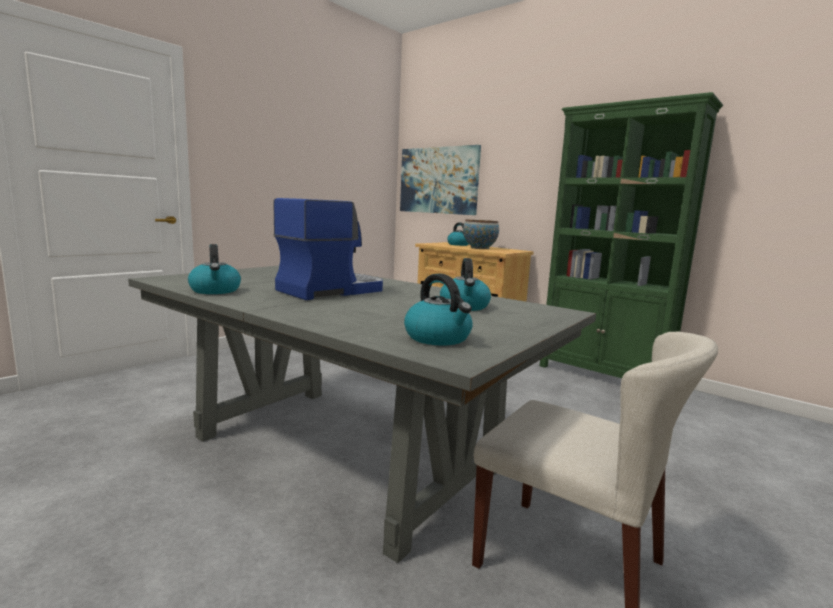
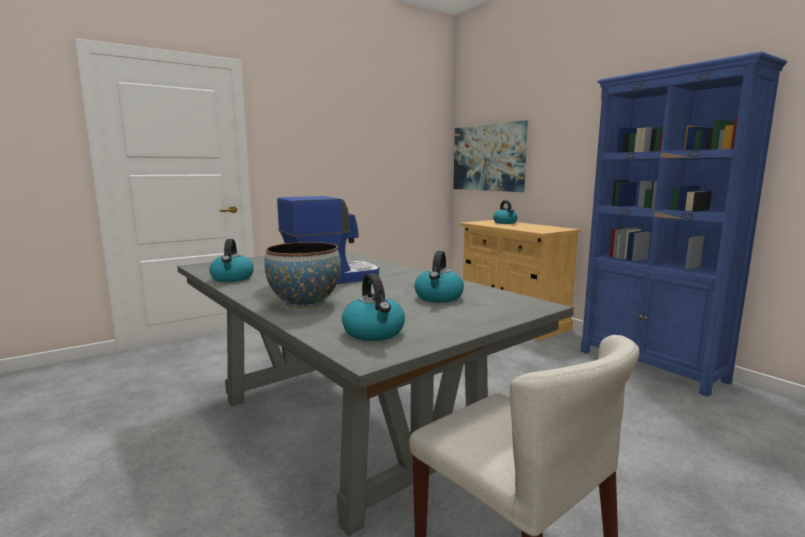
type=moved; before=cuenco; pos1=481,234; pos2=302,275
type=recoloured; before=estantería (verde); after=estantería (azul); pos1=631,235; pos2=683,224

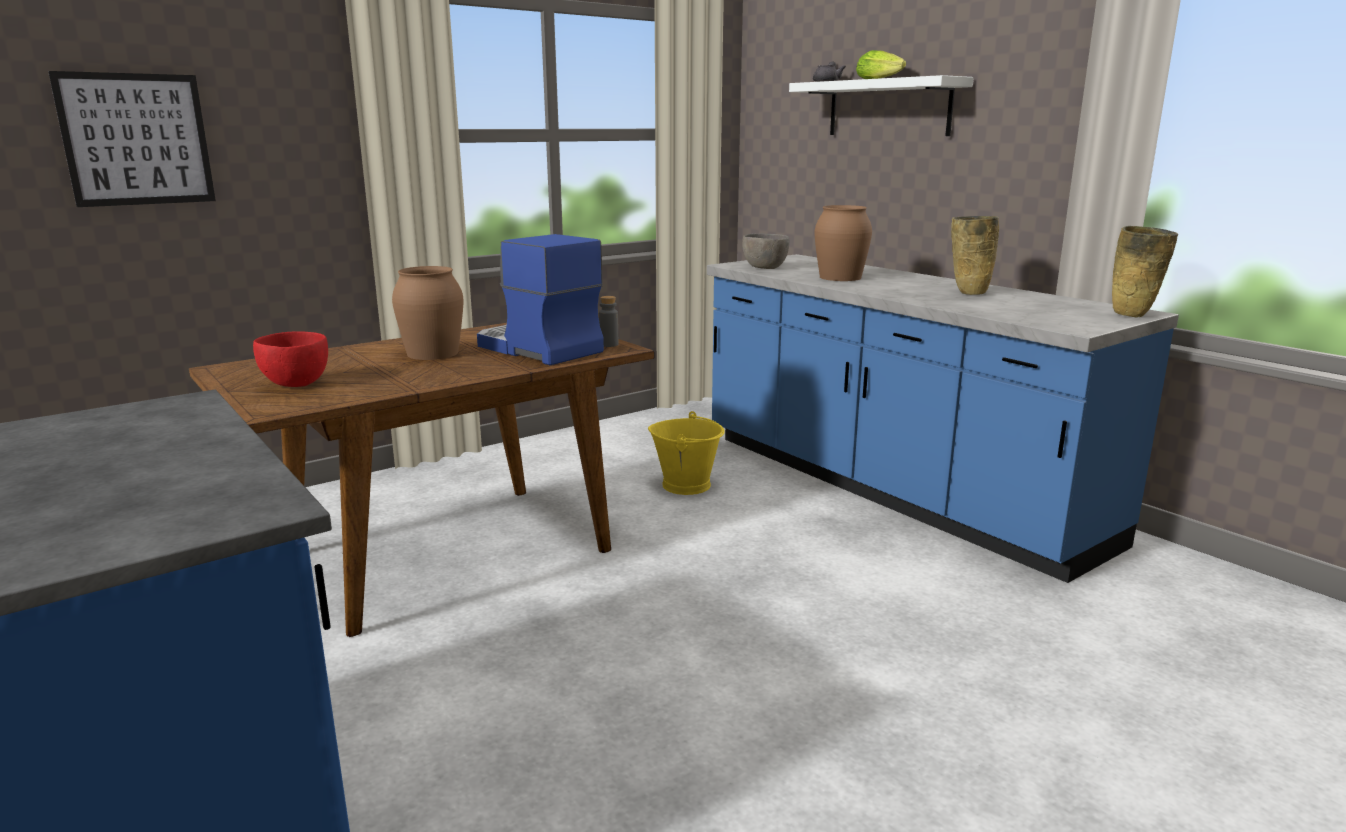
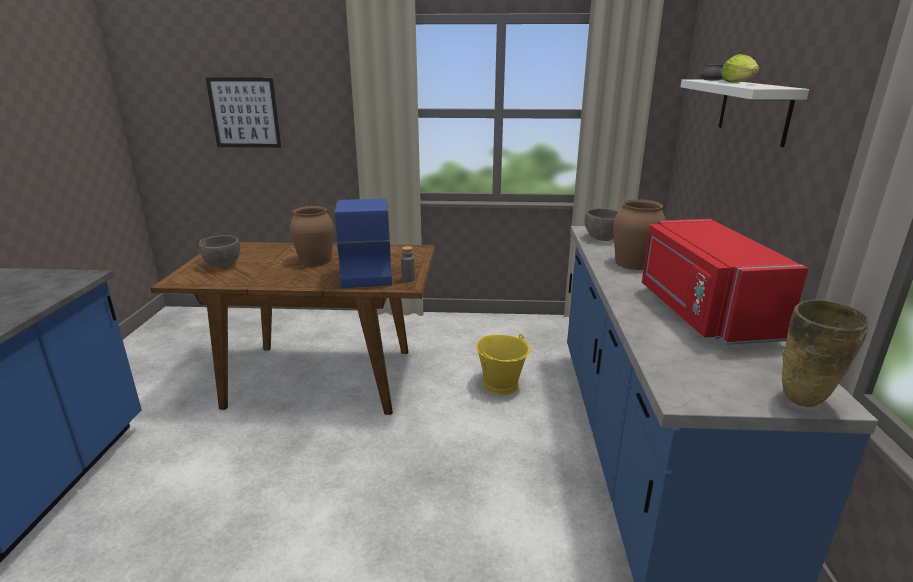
type=recoloured; before=cuenco (rojo); after=cuenco (gris); pos1=290,359; pos2=219,251
type=replaced; before=florero (beis); after=microondas (rojo); pos1=975,255; pos2=725,282

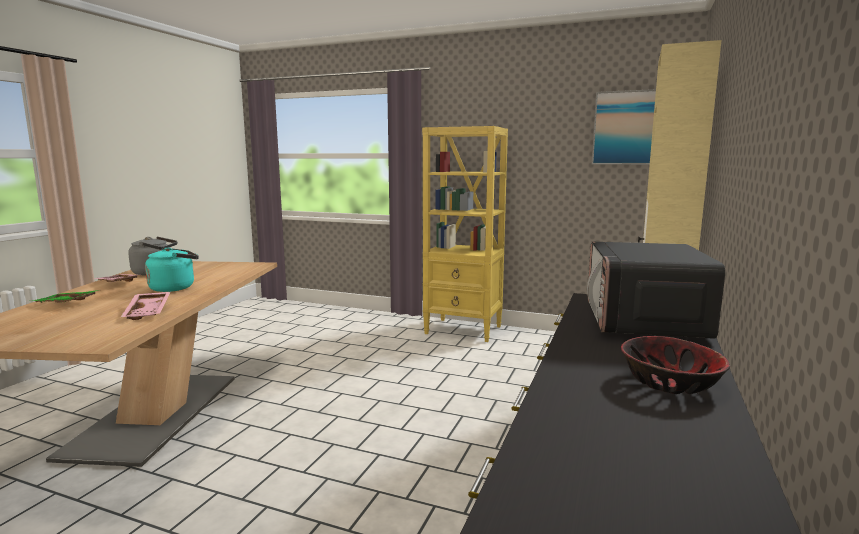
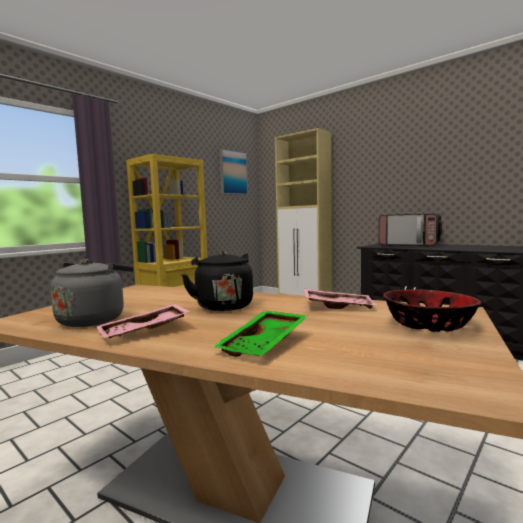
type=recoloured; before=hervidor (turquesa); after=hervidor (negro); pos1=172,270; pos2=217,281
type=moved; before=cuenco; pos1=675,365; pos2=432,310

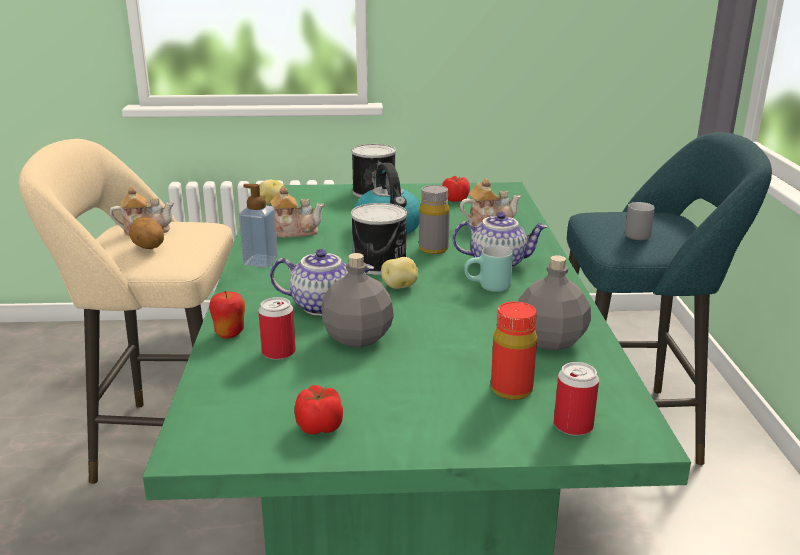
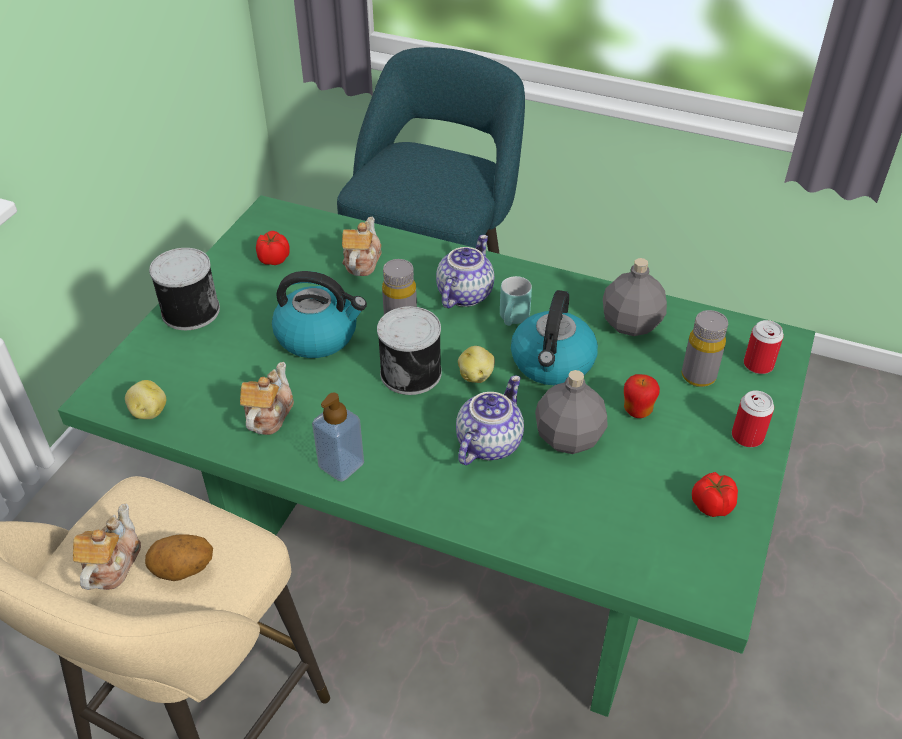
type=moved; before=manzana; pos1=227,315; pos2=642,396
type=moved; before=lata; pos1=277,328; pos2=753,418
type=recoloured; before=botella (rojo); after=botella (gris); pos1=514,351; pos2=705,348
type=removed; before=taza grande (gris); pos1=640,221
type=added; after=hervidor; pos2=554,337

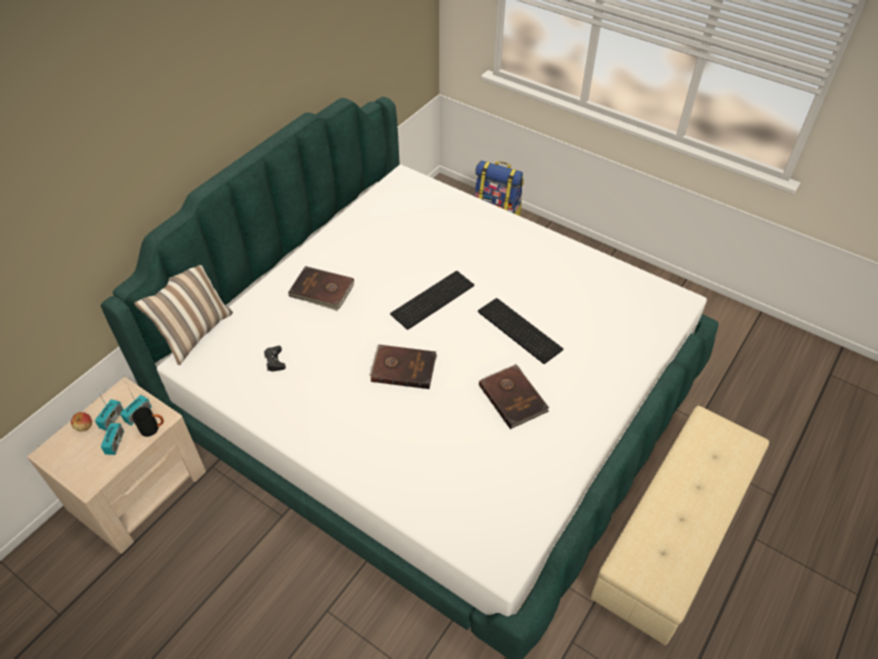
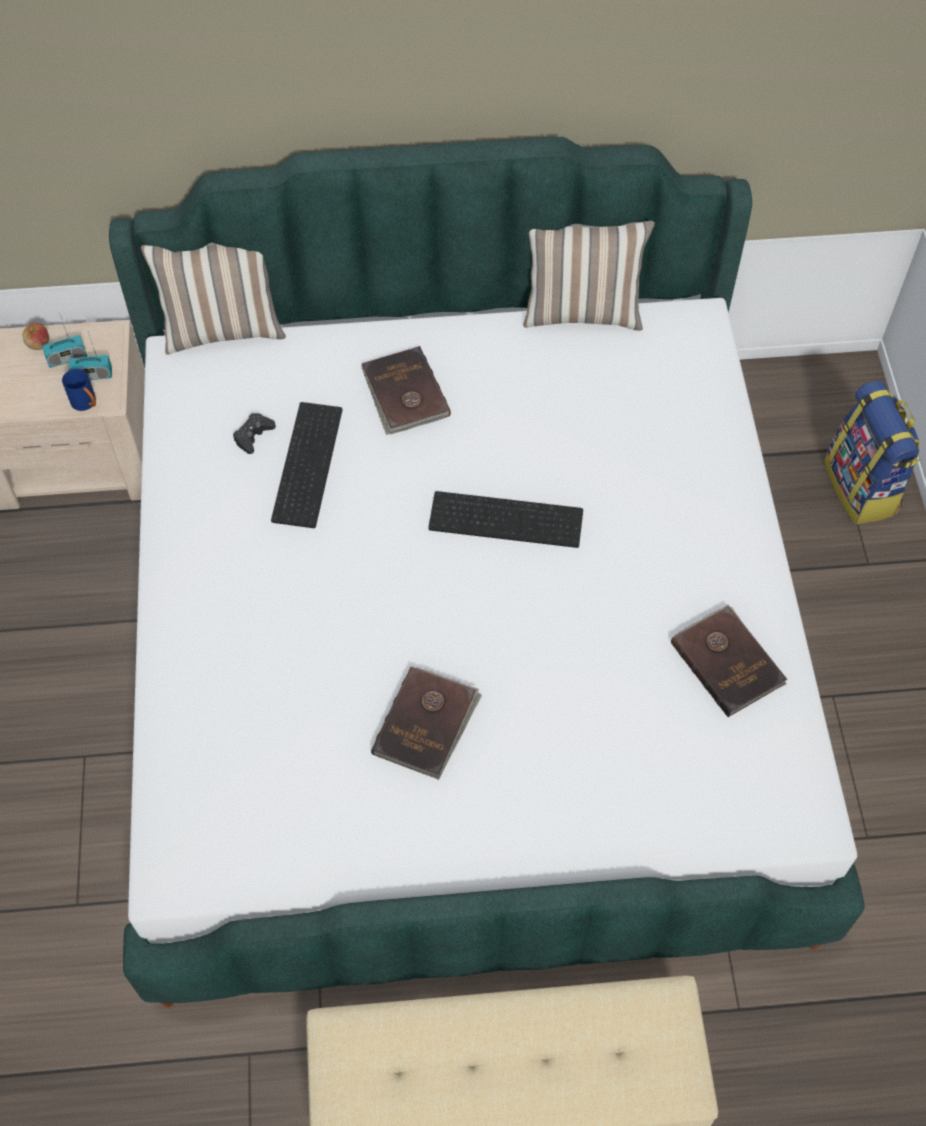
type=removed; before=radio; pos1=111,436
type=recoloured; before=taza grande (negro); after=taza grande (azul); pos1=148,422; pos2=79,390
type=moved; before=libro (marrón); pos1=403,366; pos2=729,660
type=moved; before=teclado; pos1=520,331; pos2=306,465
type=added; after=cojín; pos2=589,276

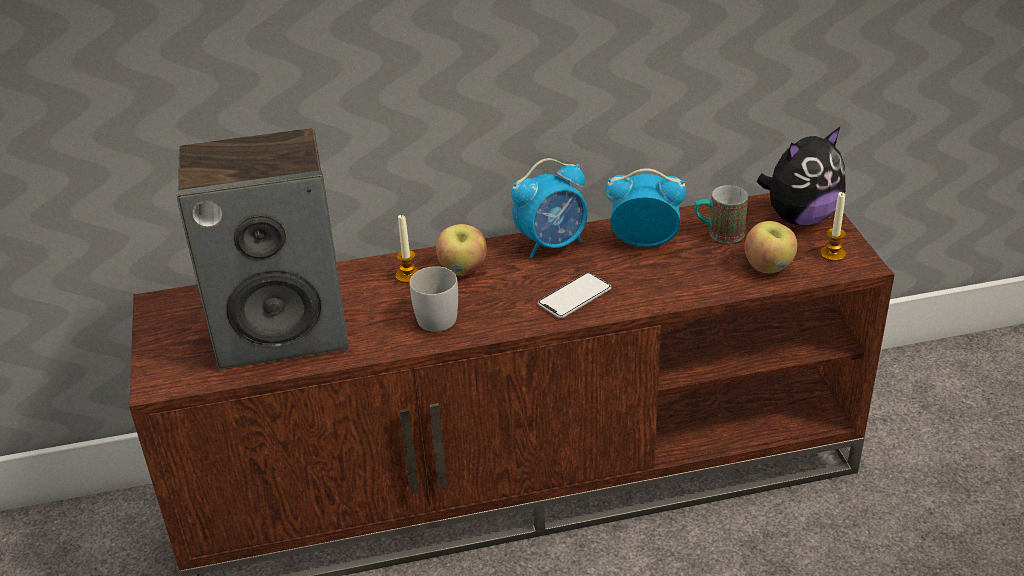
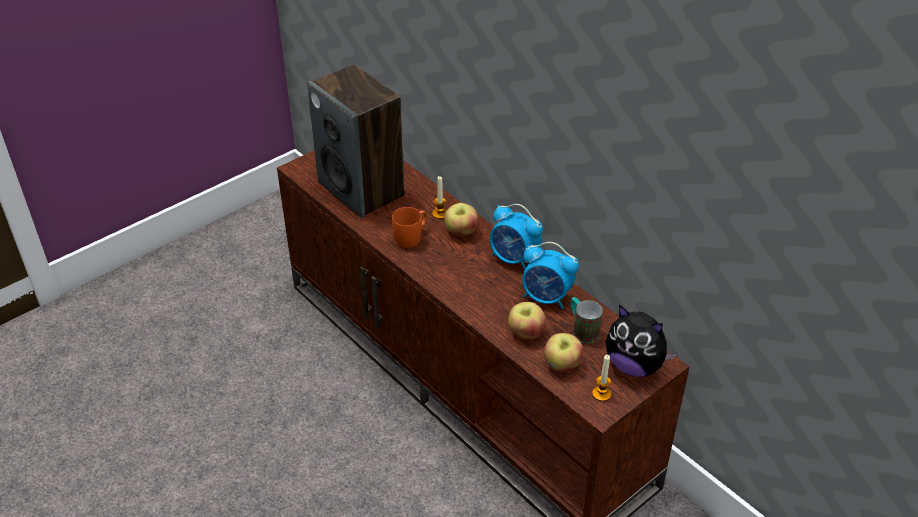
type=recoloured; before=taza grande (blanco); after=taza grande (naranja); pos1=434,299; pos2=409,227
type=removed; before=móvil; pos1=575,295
type=turned; before=despertador; pos1=645,208; pos2=550,275; turn=135
type=added; after=manzana; pos2=527,321

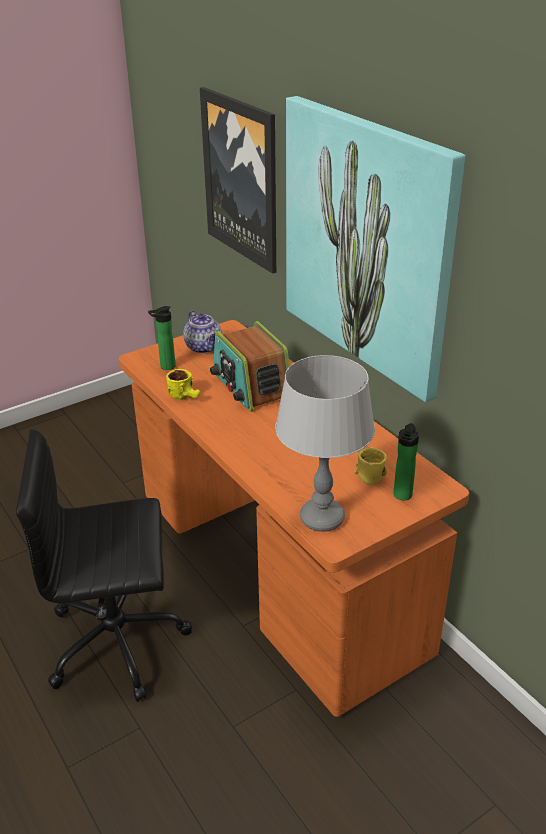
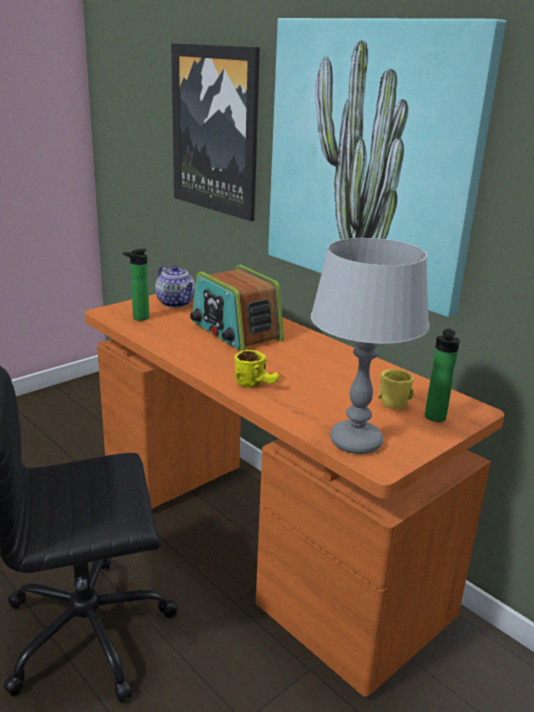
type=moved; before=taza grande (amarillo); pos1=183,384; pos2=256,369

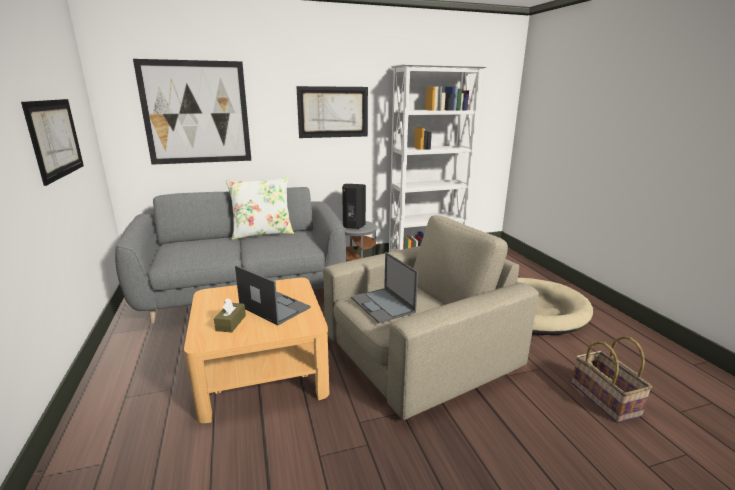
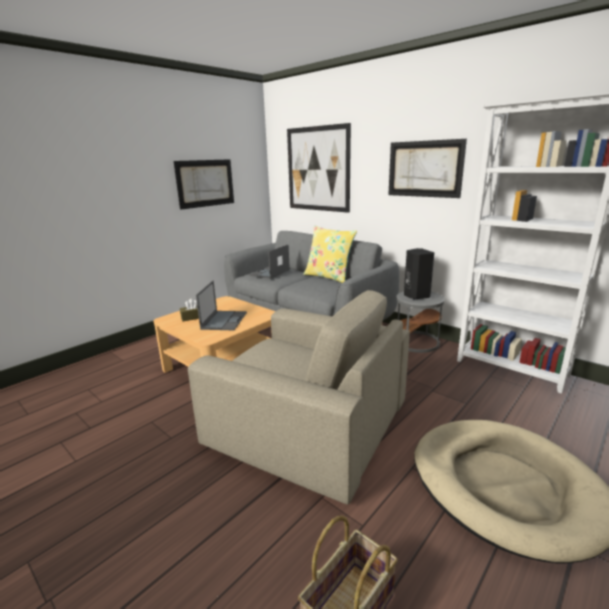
type=recoloured; before=cojín (blanco); after=cojín (amarillo); pos1=260,208; pos2=330,254
type=moved; before=portátil; pos1=384,287; pos2=270,262

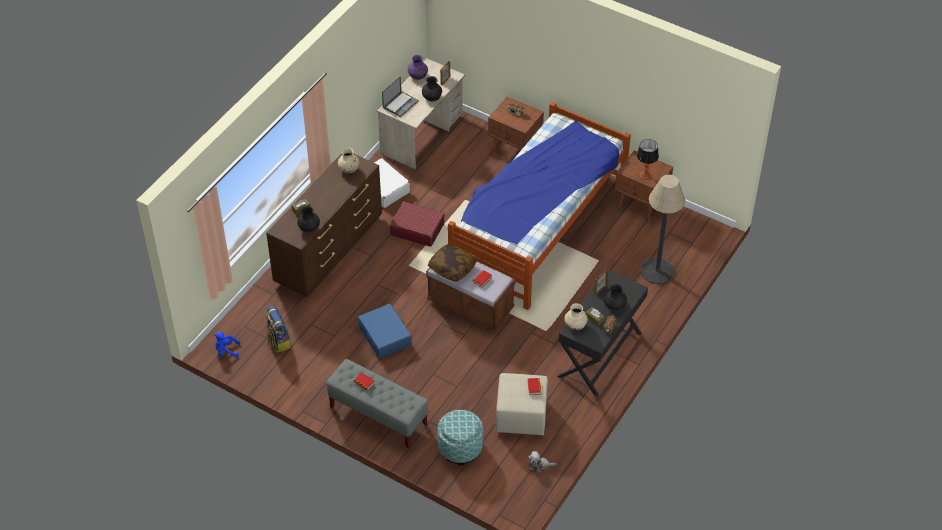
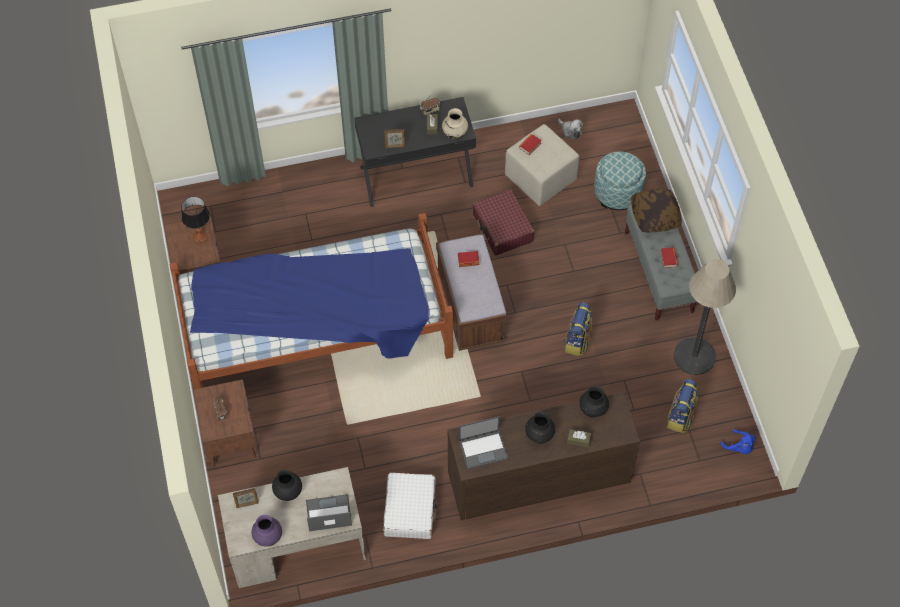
type=replaced; before=florero (beis); after=portátil; pos1=348,160; pos2=484,442
type=replaced; before=maleta (azul); after=mochila; pos1=385,331; pos2=578,329
type=moved; before=maleta (rojo); pos1=417,224; pos2=503,222
type=moved; before=cojín; pos1=452,263; pos2=656,210
type=moved; before=florero (negro); pos1=615,297; pos2=540,428
type=moved; before=lámpara de pie; pos1=663,229; pos2=705,317

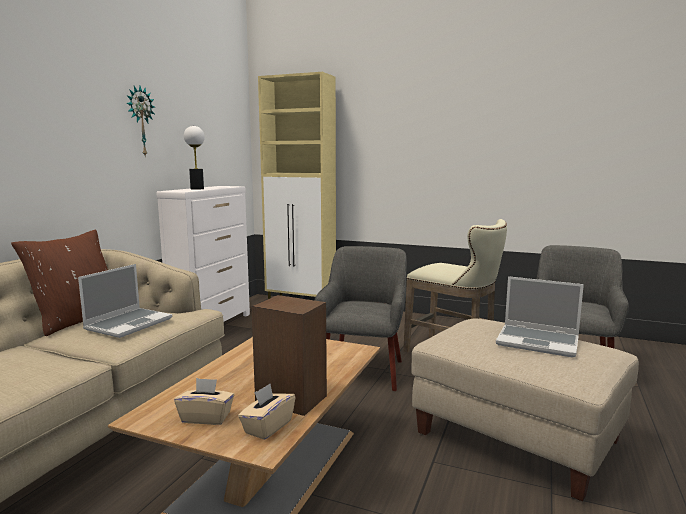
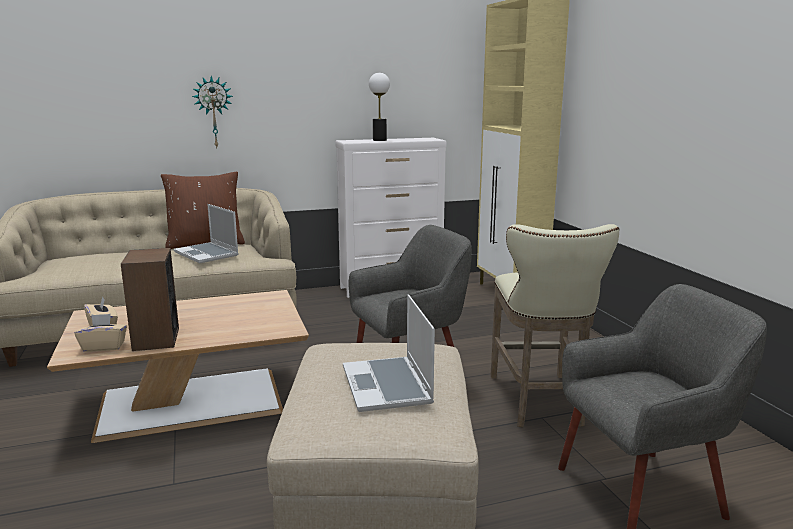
type=turned; before=portátil; pos1=125,301; pos2=206,233; turn=60
type=moved; before=reloj de pared; pos1=140,121; pos2=212,112

